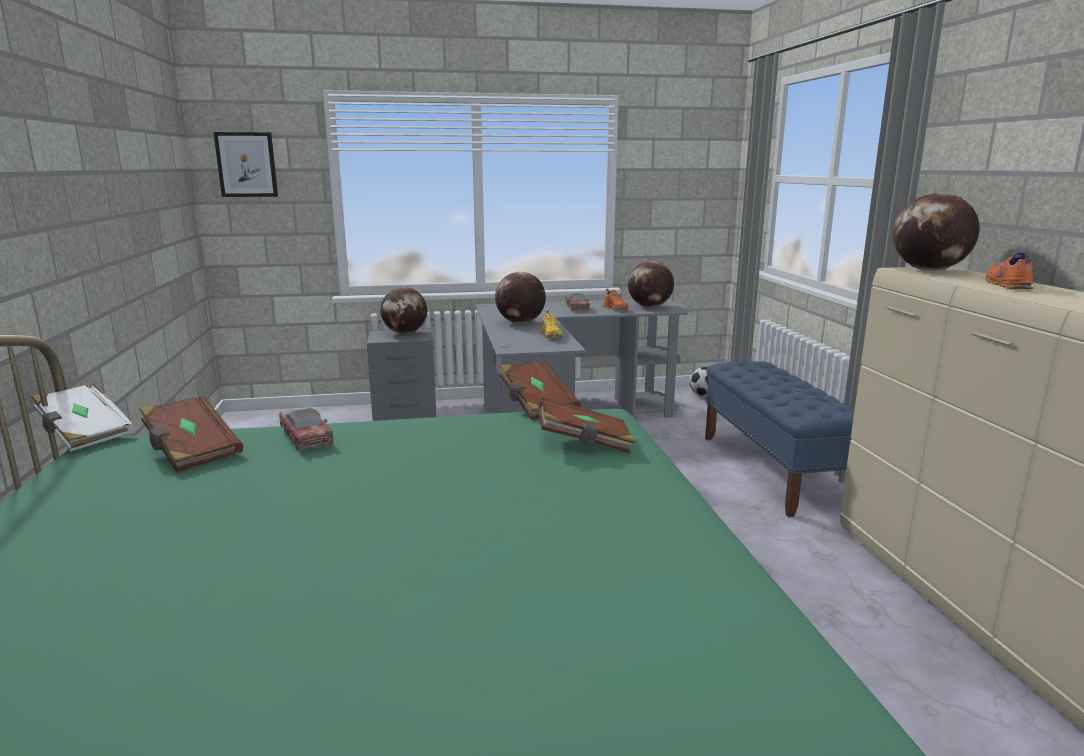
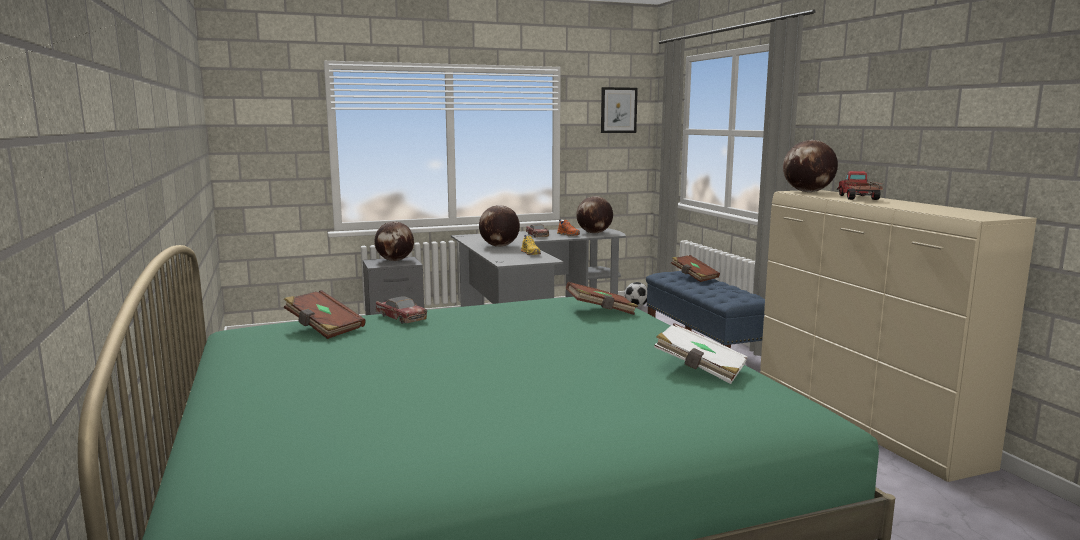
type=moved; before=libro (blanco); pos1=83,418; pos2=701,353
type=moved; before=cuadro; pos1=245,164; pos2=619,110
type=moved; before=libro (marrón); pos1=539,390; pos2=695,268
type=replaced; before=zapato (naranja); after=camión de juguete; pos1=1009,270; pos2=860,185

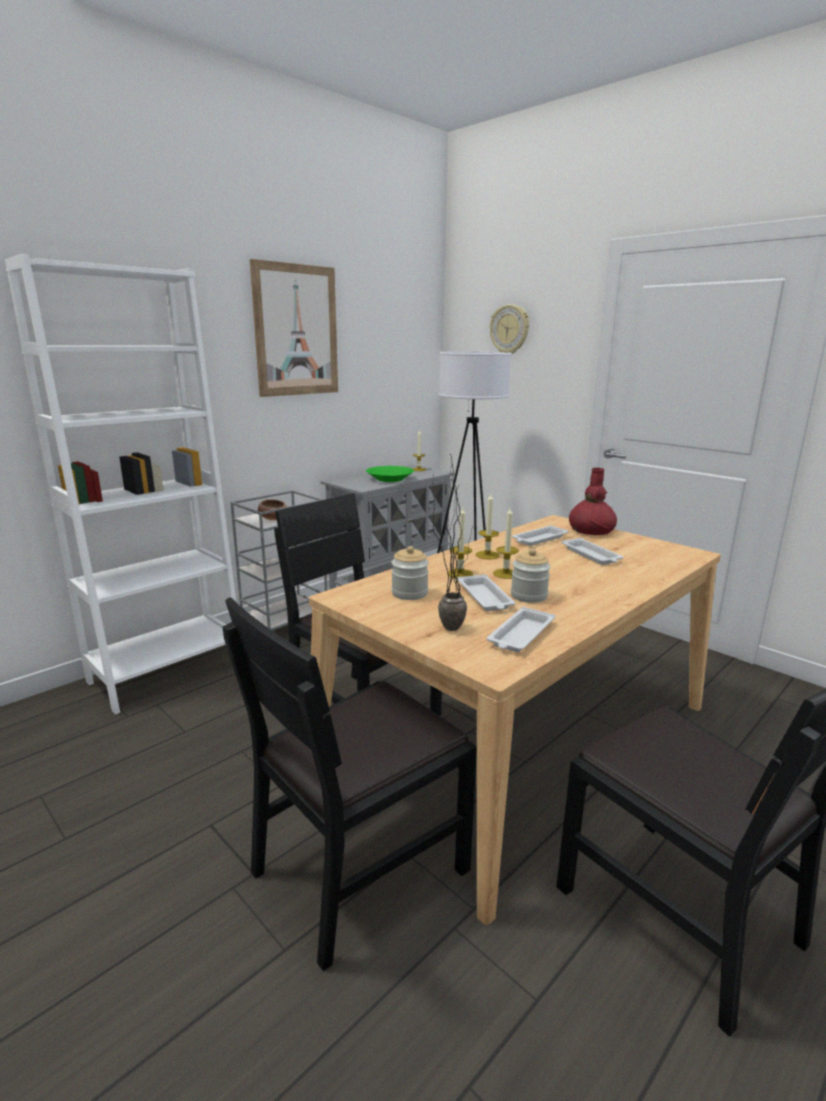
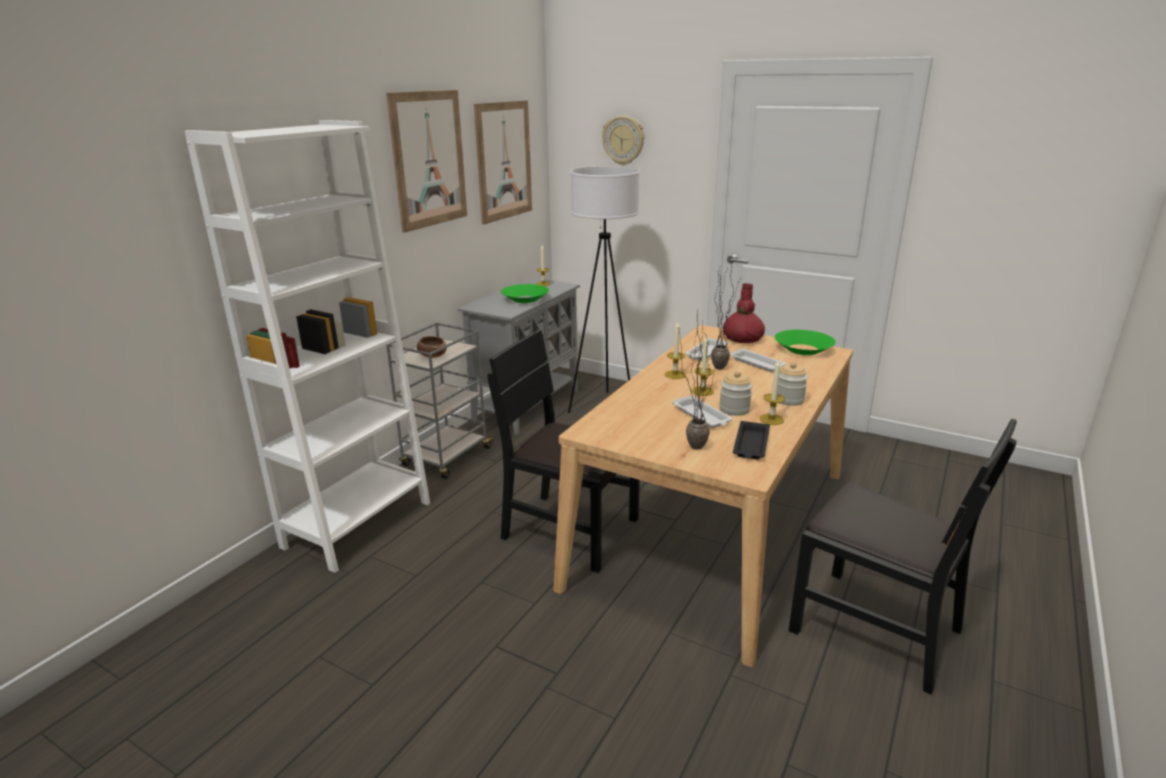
type=removed; before=silla (negro); pos1=350,784
type=moved; before=tarro; pos1=410,573; pos2=792,384
type=moved; before=vela; pos1=460,542; pos2=772,392
type=recoloured; before=bandeja (blanco); after=bandeja (negro); pos1=521,629; pos2=751,440
type=added; after=cuadro; pos2=503,162
type=added; after=planta en maceta; pos2=724,313
type=added; after=cuenco (verde); pos2=805,342

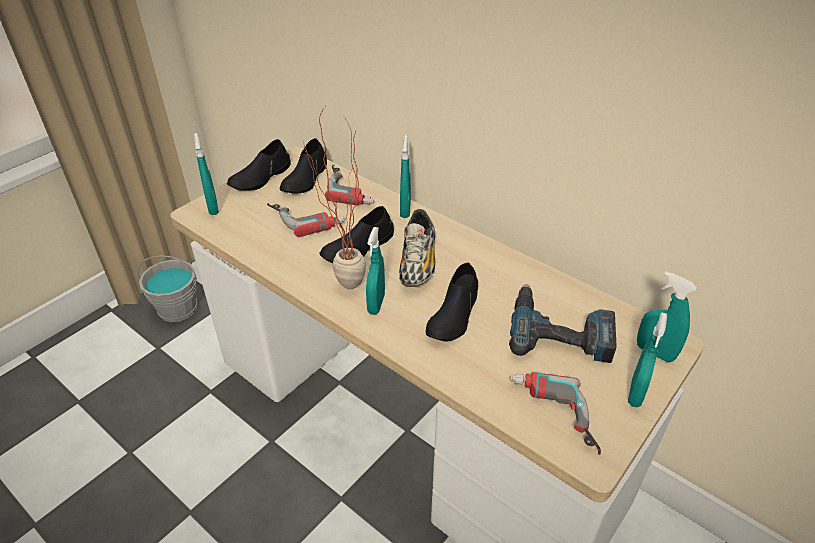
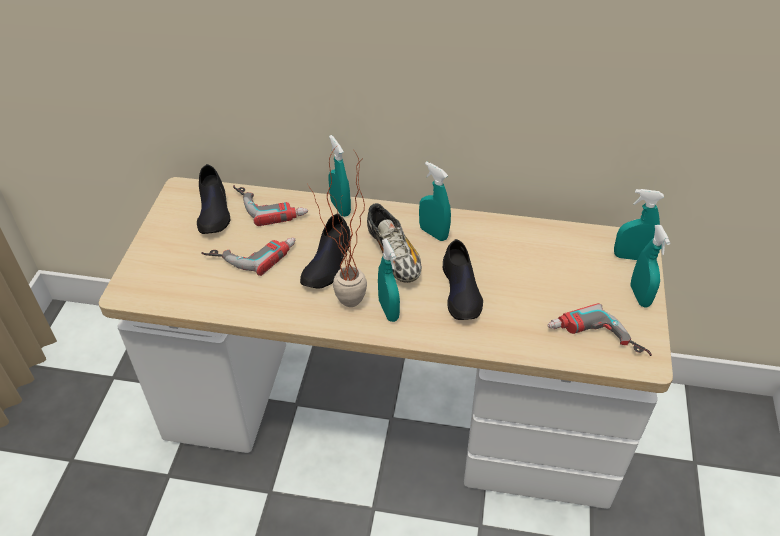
type=removed; before=cubo (gris); pos1=167,288
type=moved; before=pulverizador (turquesa); pos1=206,174; pos2=435,201
type=removed; before=zapato (negro); pos1=259,165
type=removed; before=taladro; pos1=562,323

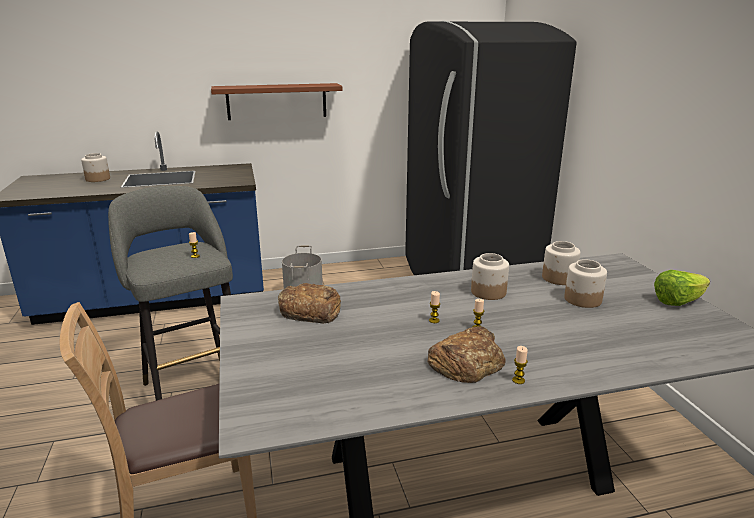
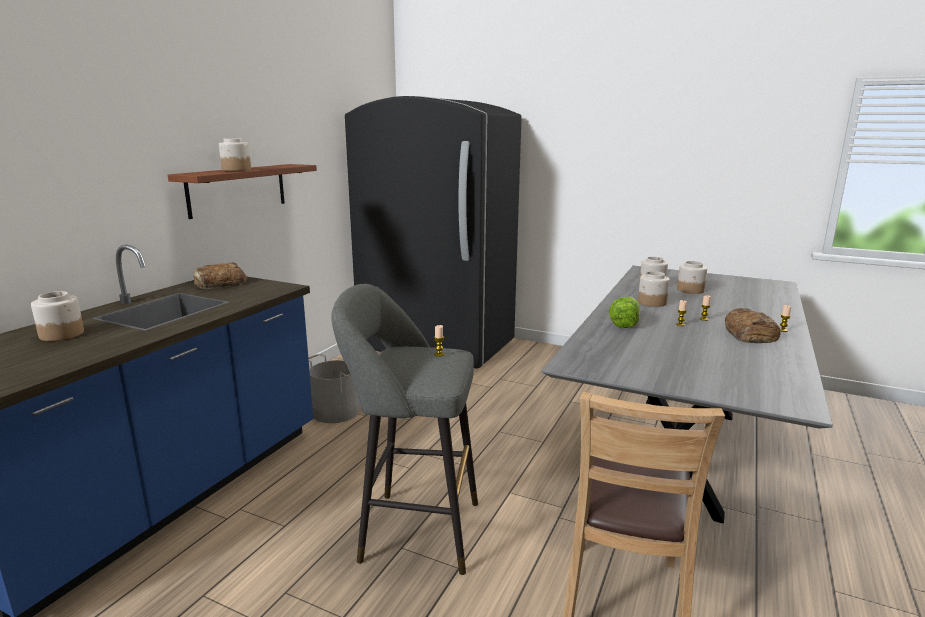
type=moved; before=pan; pos1=309,303; pos2=220,276
type=moved; before=lechuga; pos1=682,288; pos2=624,312
type=added; after=tarro; pos2=235,154

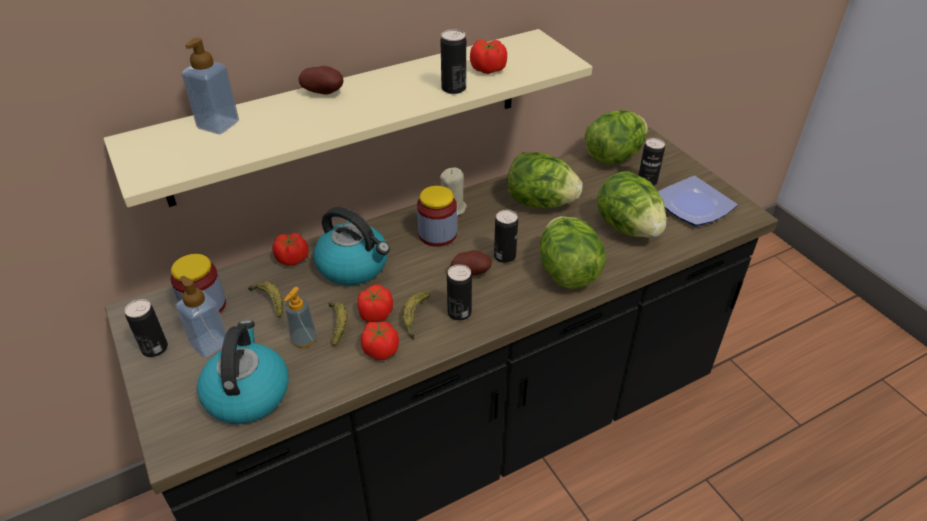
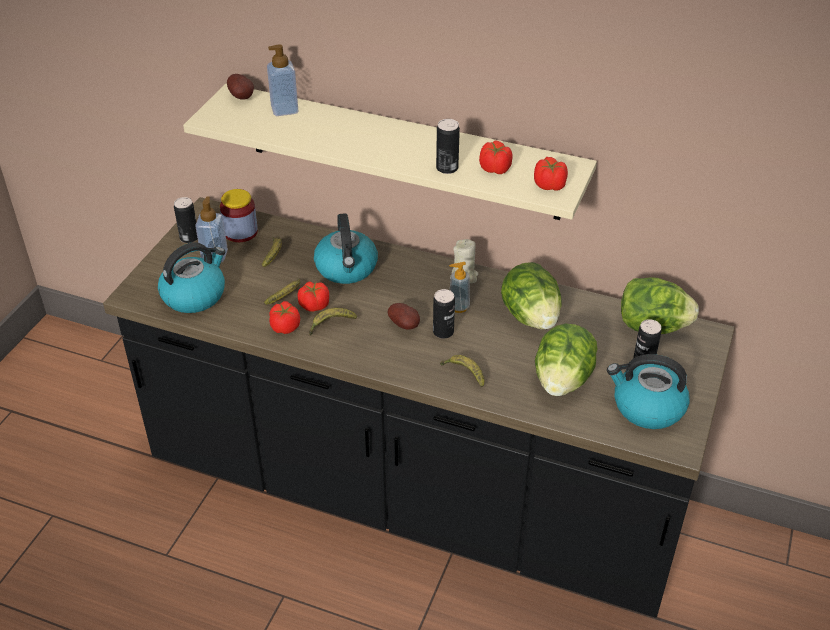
type=moved; before=tomate; pos1=290,249; pos2=551,174
type=moved; before=dispensador de jabón; pos1=300,317; pos2=459,287
type=moved; before=patata; pos1=321,80; pos2=240,87
type=removed; before=tarro; pos1=437,216
type=removed; before=lata; pos1=459,292
type=replaced; before=lechuga; after=plátano; pos1=573,253; pos2=462,371
type=replaced; before=plato; after=hervidor; pos1=698,201; pos2=648,391

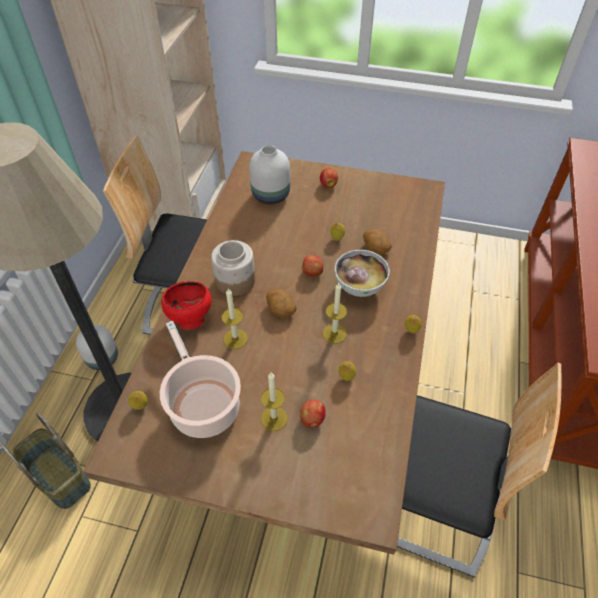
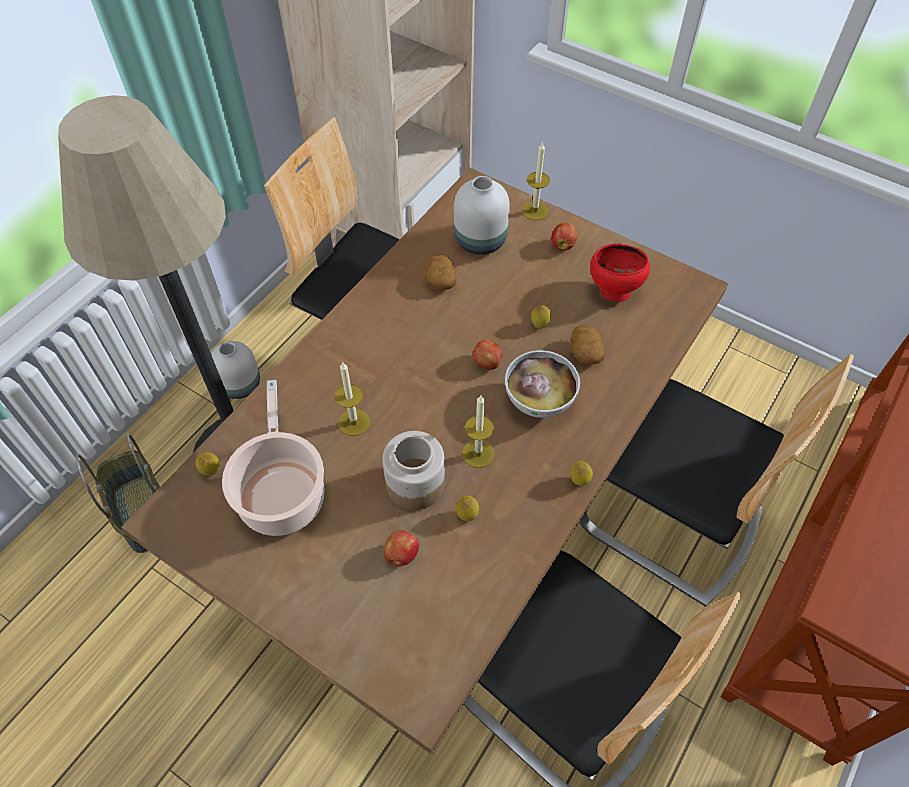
type=moved; before=cuenco (rojo); pos1=186,305; pos2=620,272
type=moved; before=tarro; pos1=233,268; pos2=413,470
type=moved; before=vela; pos1=274,402; pos2=536,181
type=moved; before=patata; pos1=281,303; pos2=440,272
type=added; after=silla; pos2=716,480

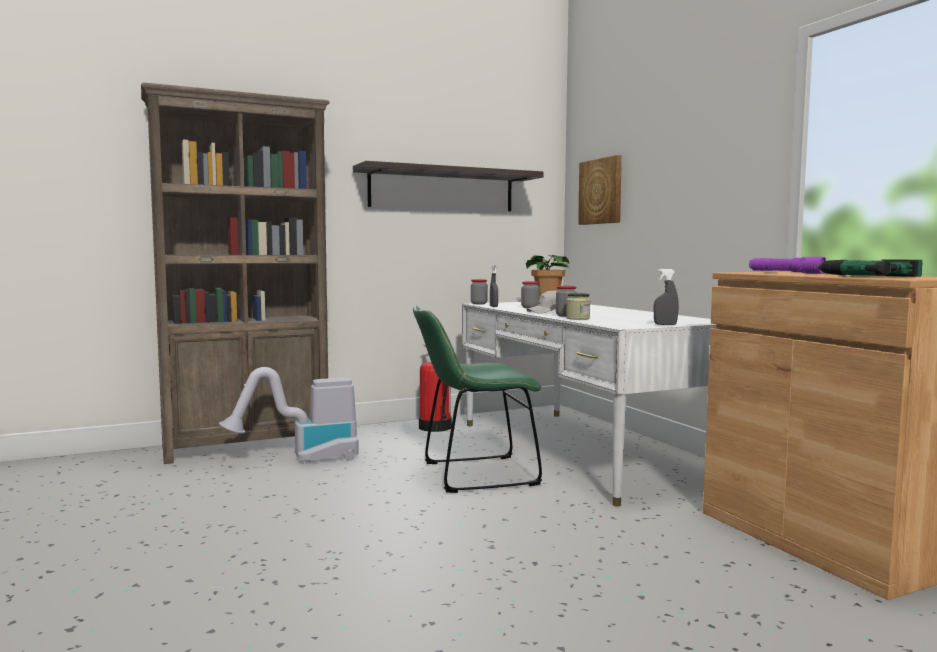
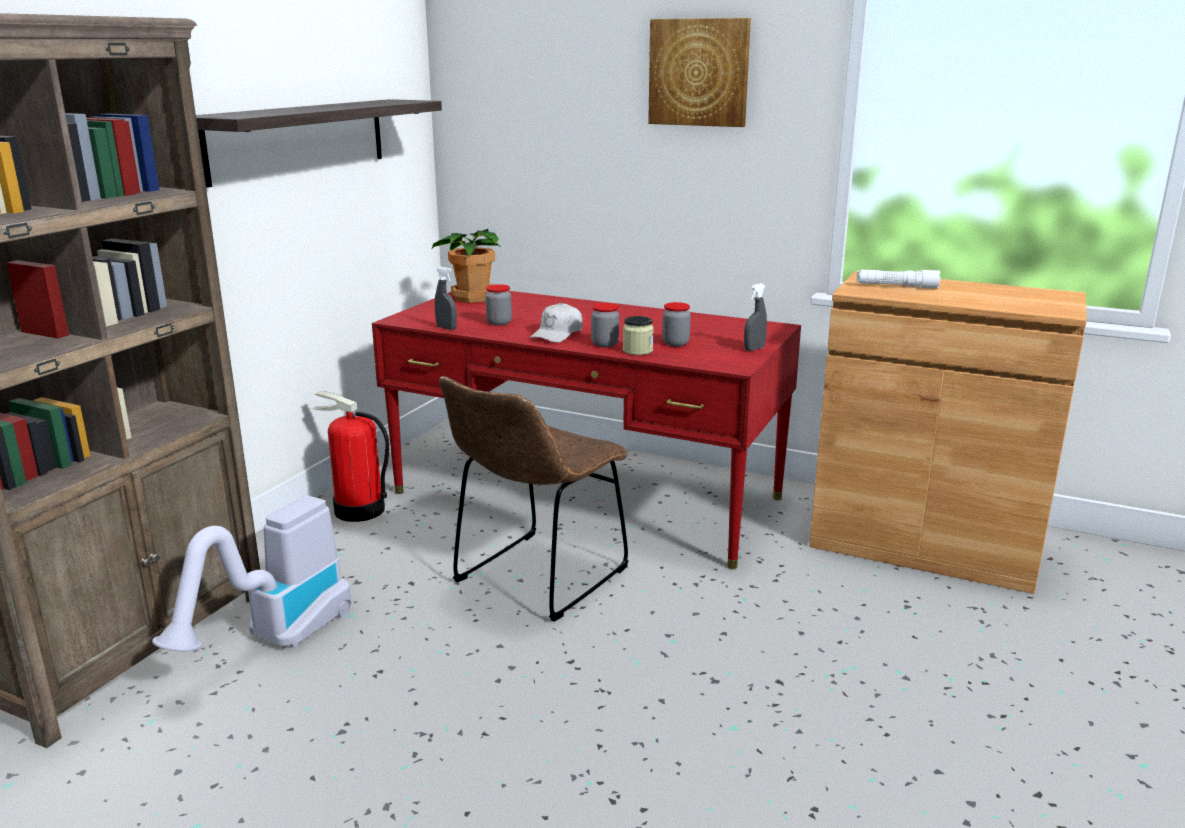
type=recoloured; before=silla (verde); after=silla (marrón); pos1=477,399; pos2=534,499
type=recoloured; before=escritorio (blanco); after=escritorio (rojo); pos1=589,404; pos2=586,430
type=moved; before=tarro; pos1=479,291; pos2=676,324
type=moved; before=cuadro; pos1=600,190; pos2=699,72
type=recoloured; before=linterna (morado); after=linterna (blanco); pos1=787,265; pos2=898,279
type=removed; before=taladro; pos1=864,268

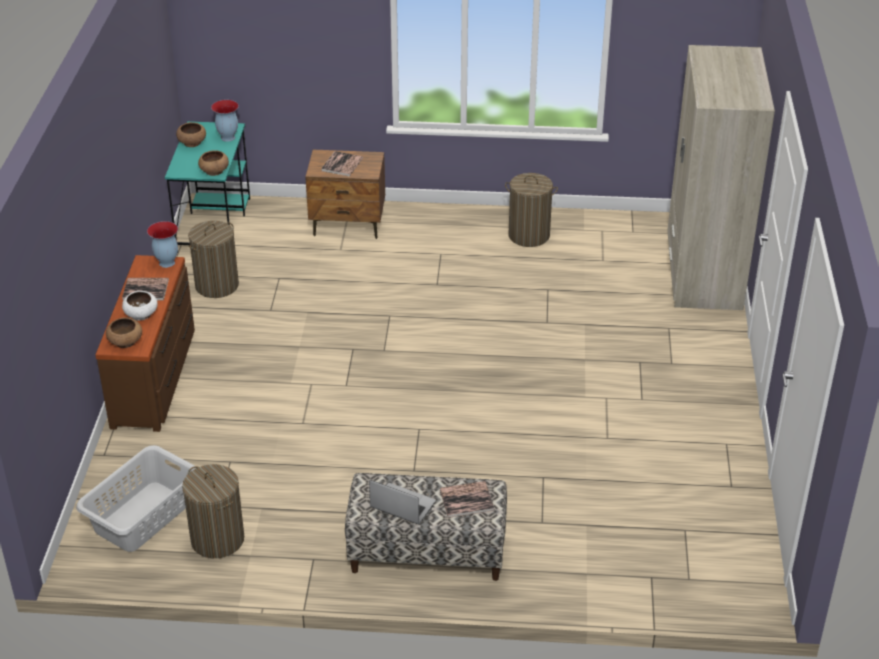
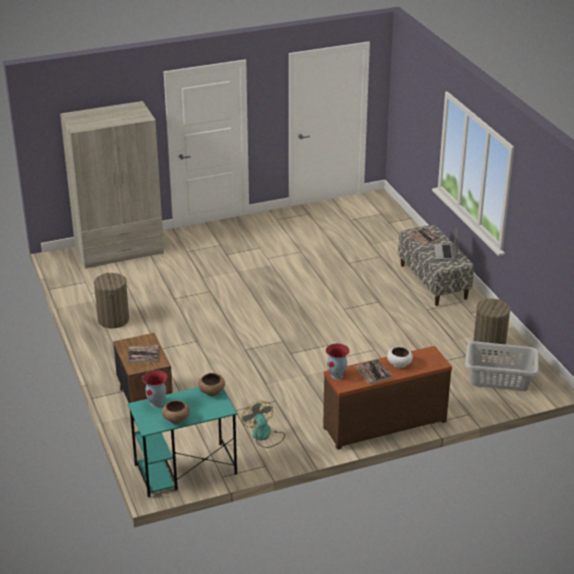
type=removed; before=cuenco (marrón); pos1=124,332
type=replaced; before=cesto de la ropa; after=ventilador; pos1=213,259; pos2=263,424

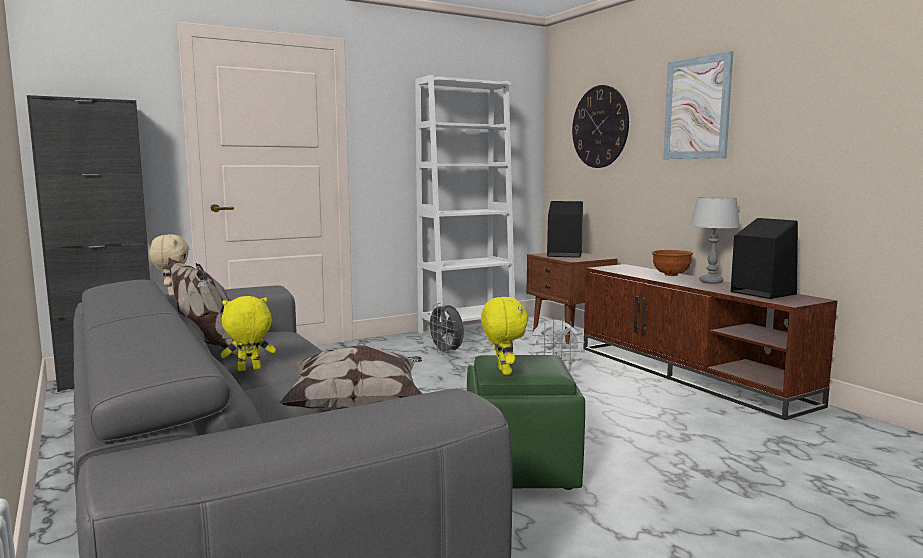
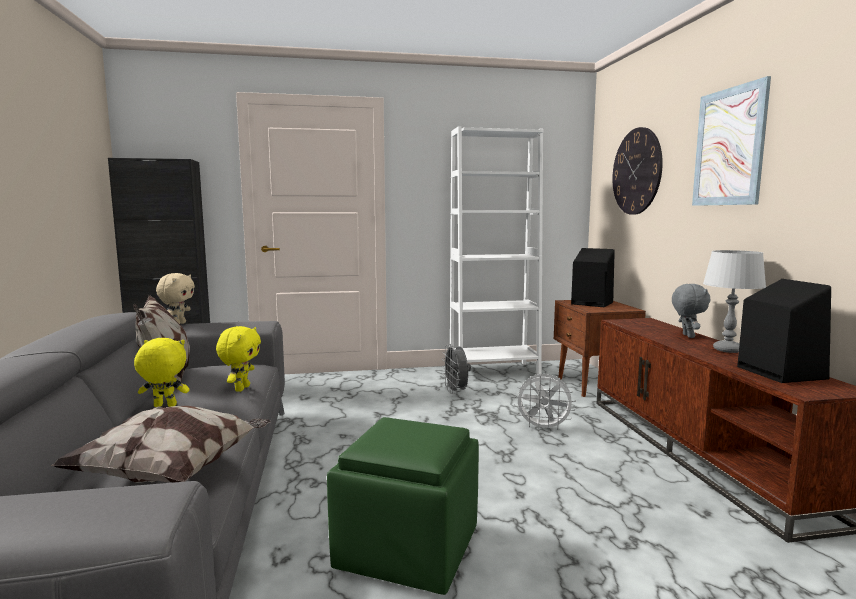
type=moved; before=peluche (amarillo); pos1=504,336; pos2=238,359
type=replaced; before=cuenco (marrón); after=peluche (gris); pos1=672,263; pos2=691,311

